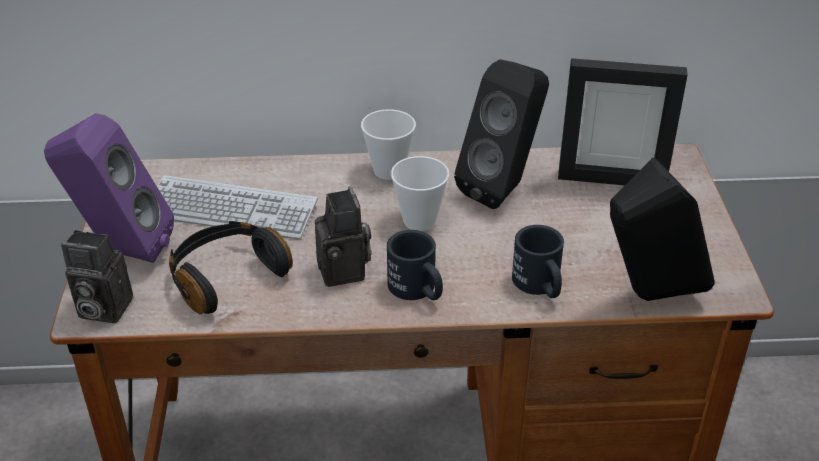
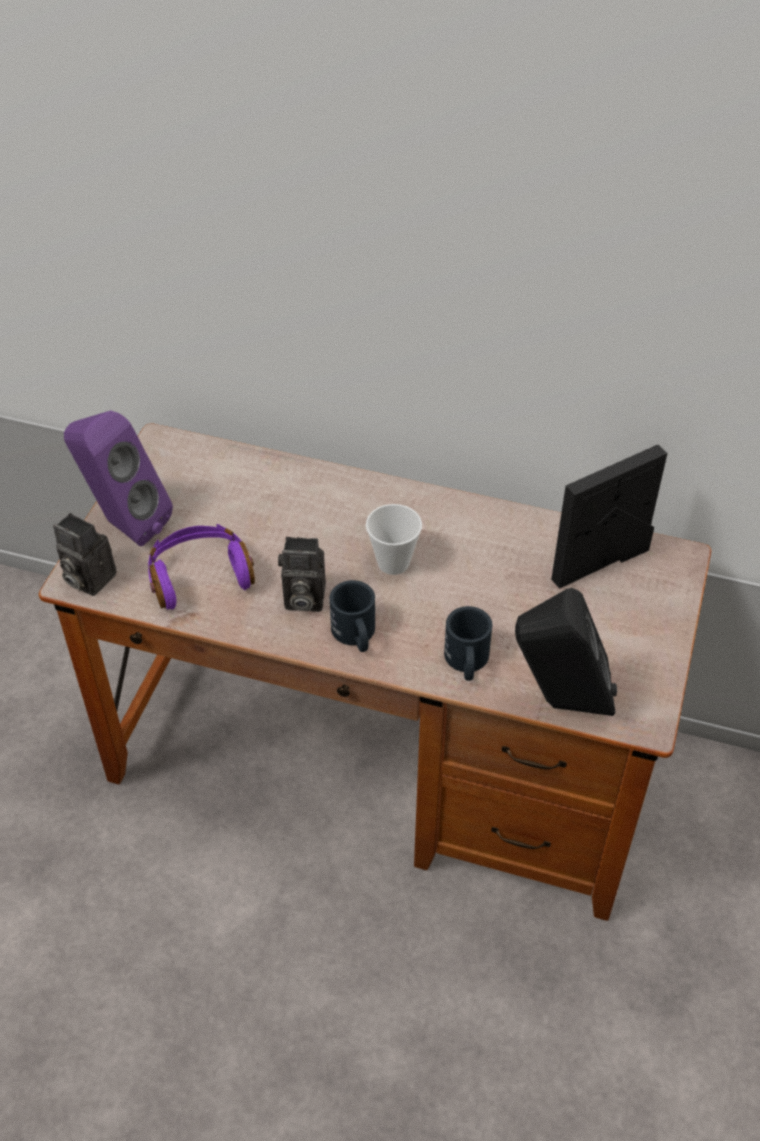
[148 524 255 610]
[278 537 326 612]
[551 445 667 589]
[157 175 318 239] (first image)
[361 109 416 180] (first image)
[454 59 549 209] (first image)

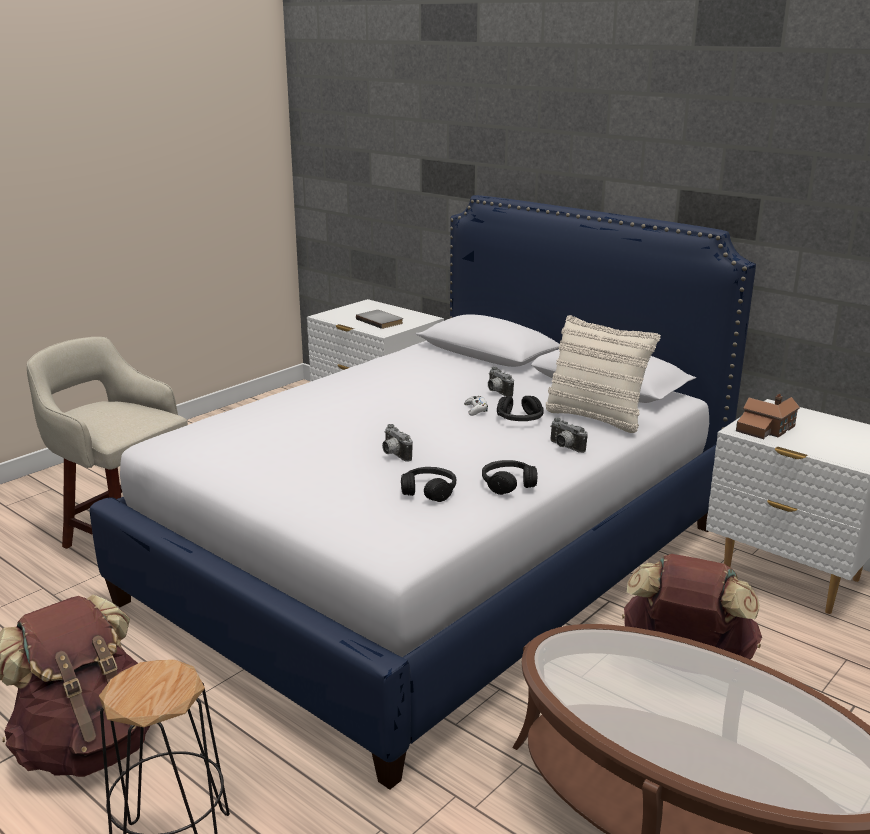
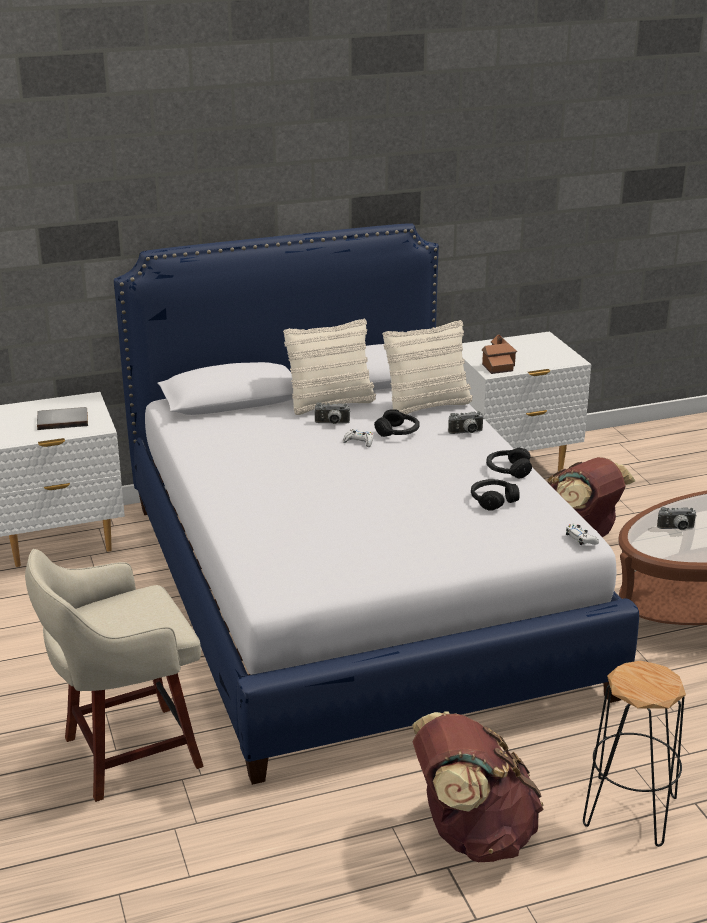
[283 319 376 415]
[566 524 599 545]
[657 507 697 530]

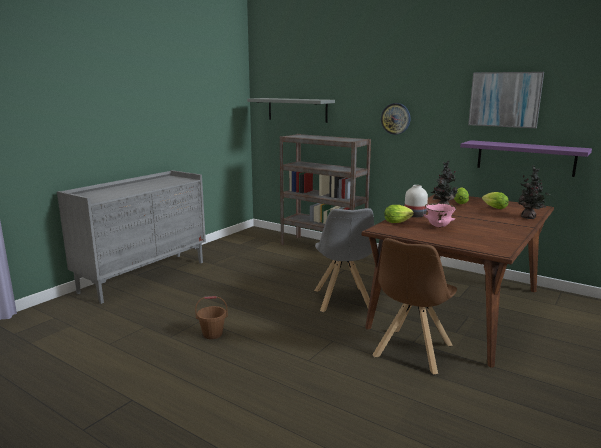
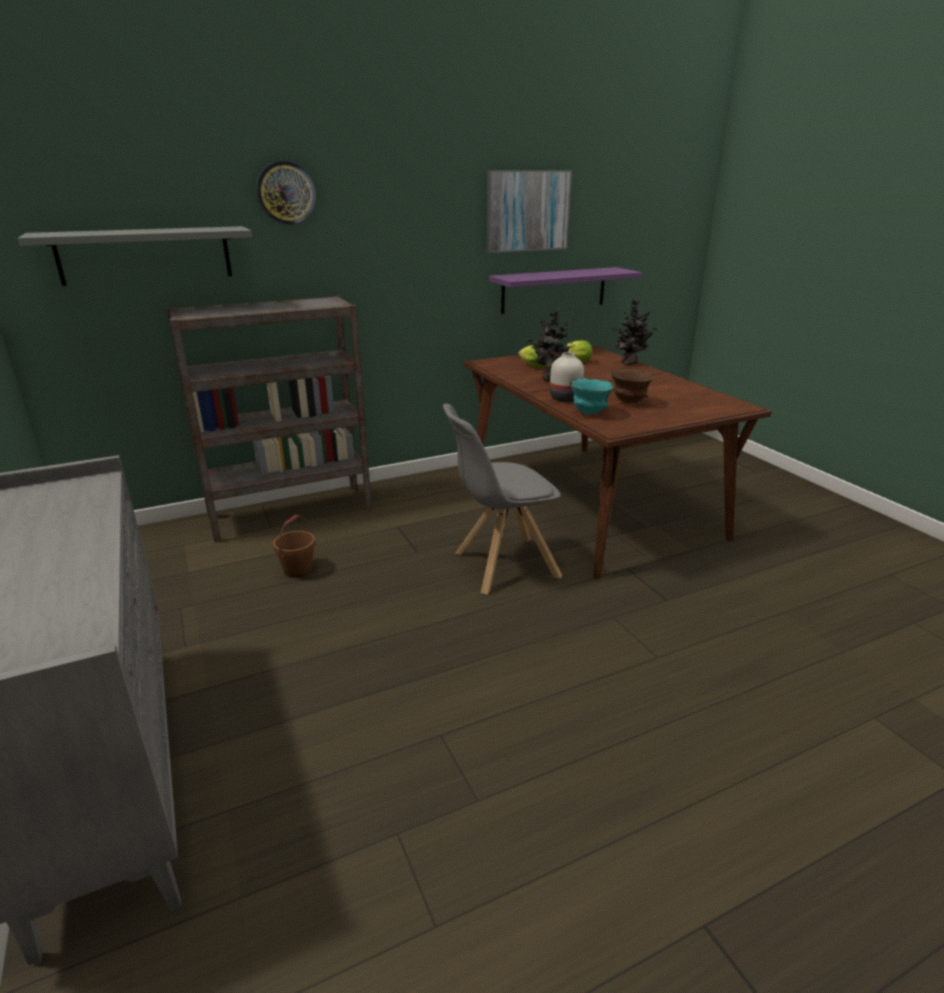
[256 161 316 225]
[273 515 316 578]
[443 404 562 595]
[569 378 615 414]
[611 369 654 403]
[372 238 457 375] (first image)

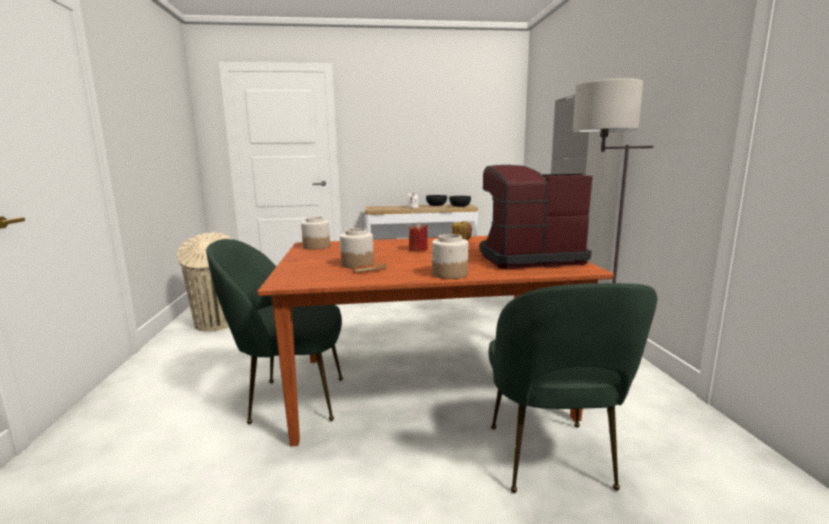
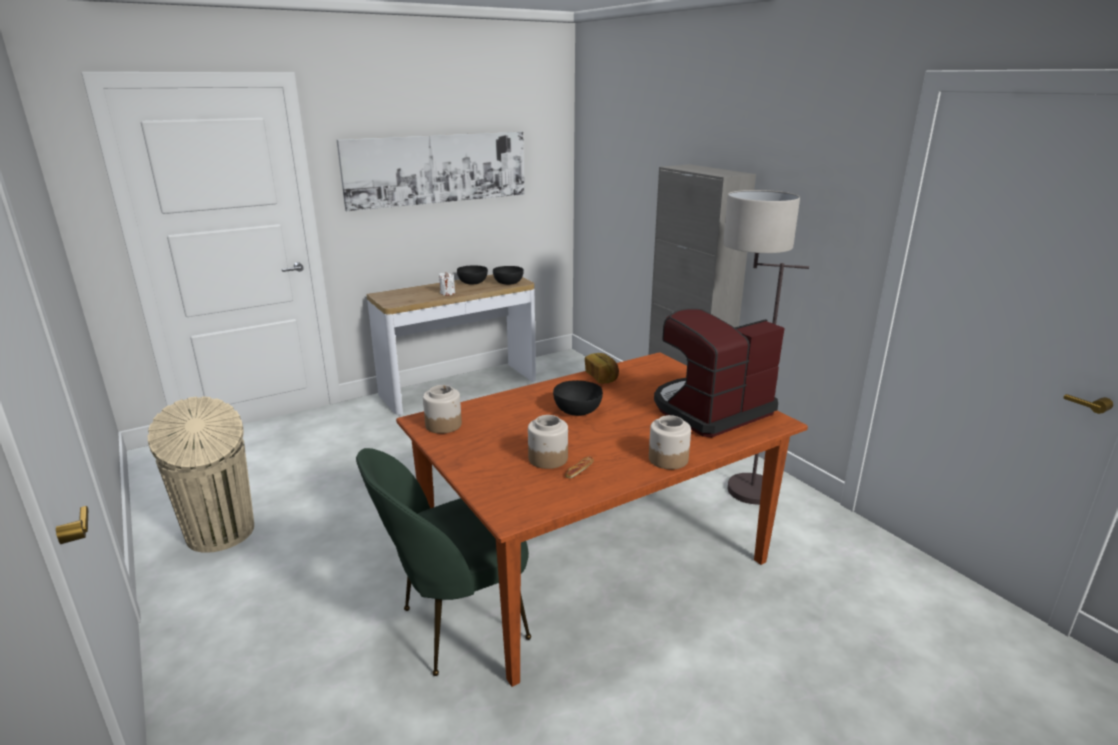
[337 132 524 211]
[553 380 603 416]
[489 283 657 493] (first image)

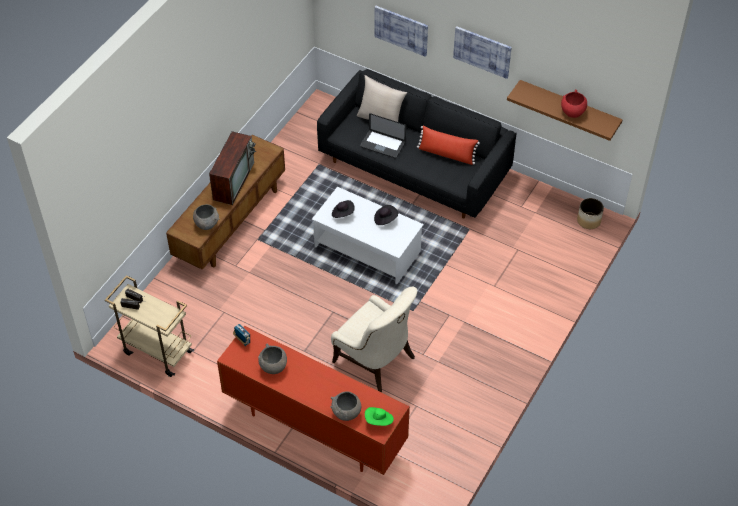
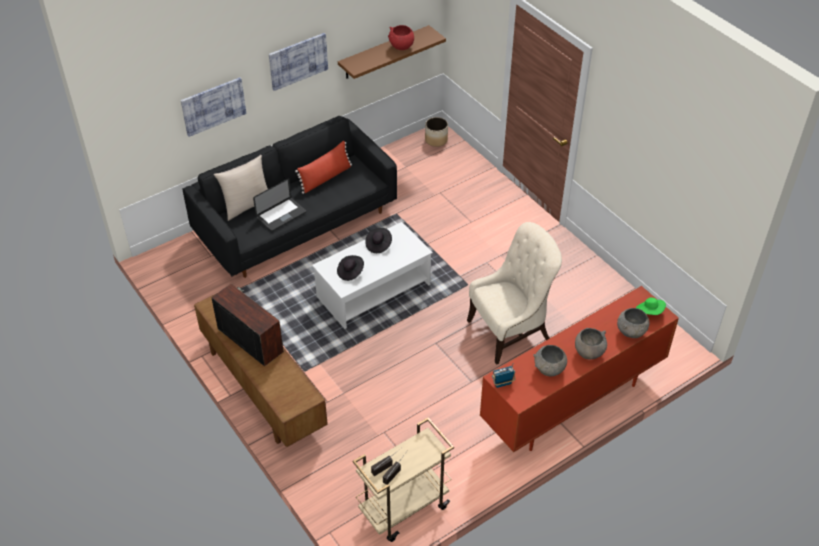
[575 328 607 359]

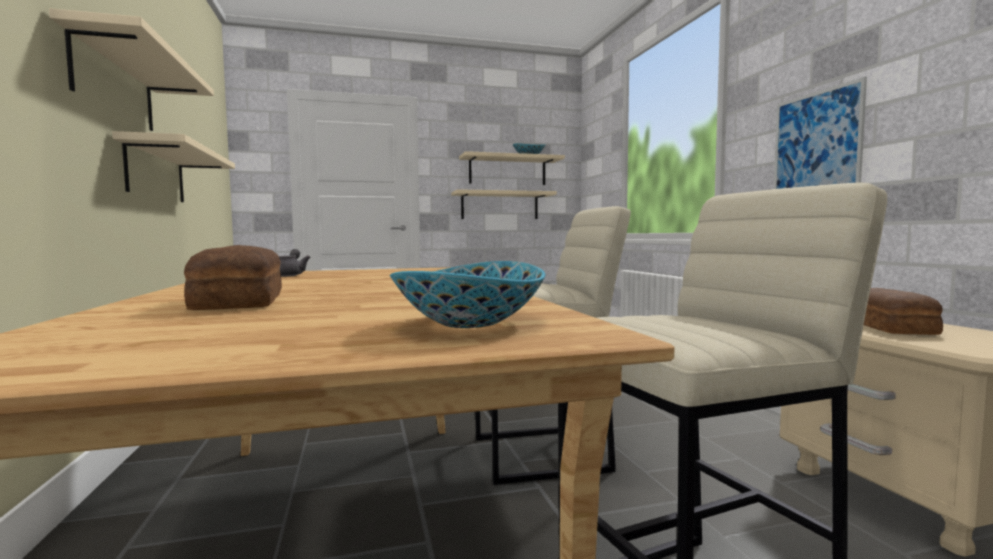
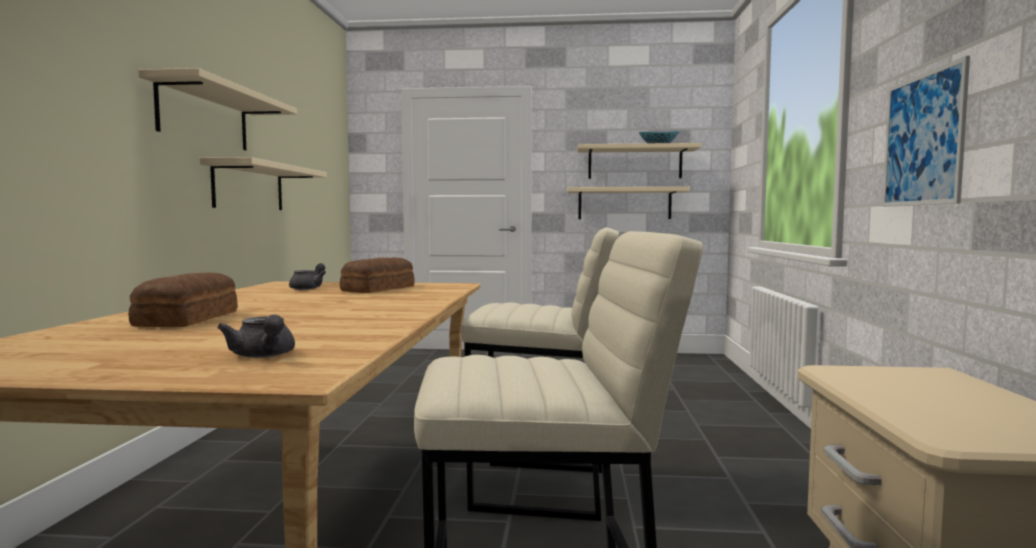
[217 315 295 358]
[340 258 415 293]

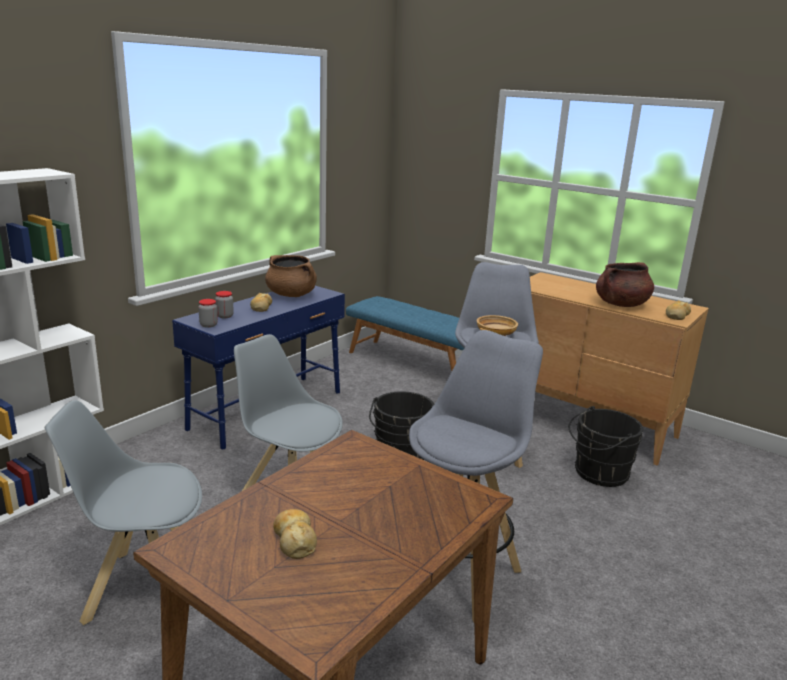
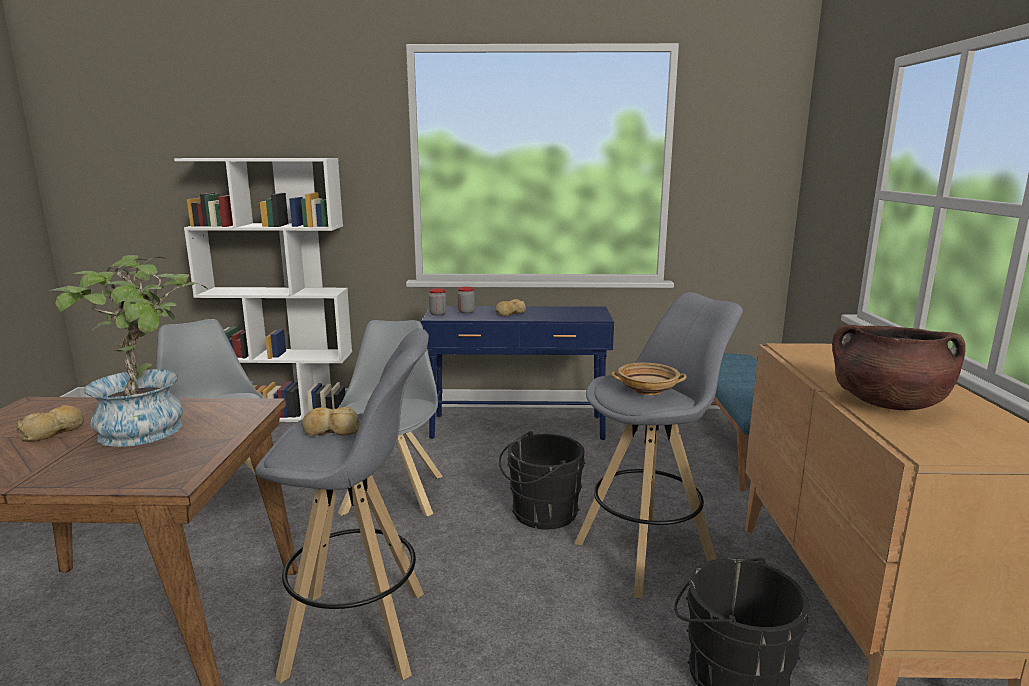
[50 255 208 447]
[301 407 360 436]
[265 255 317 297] (first image)

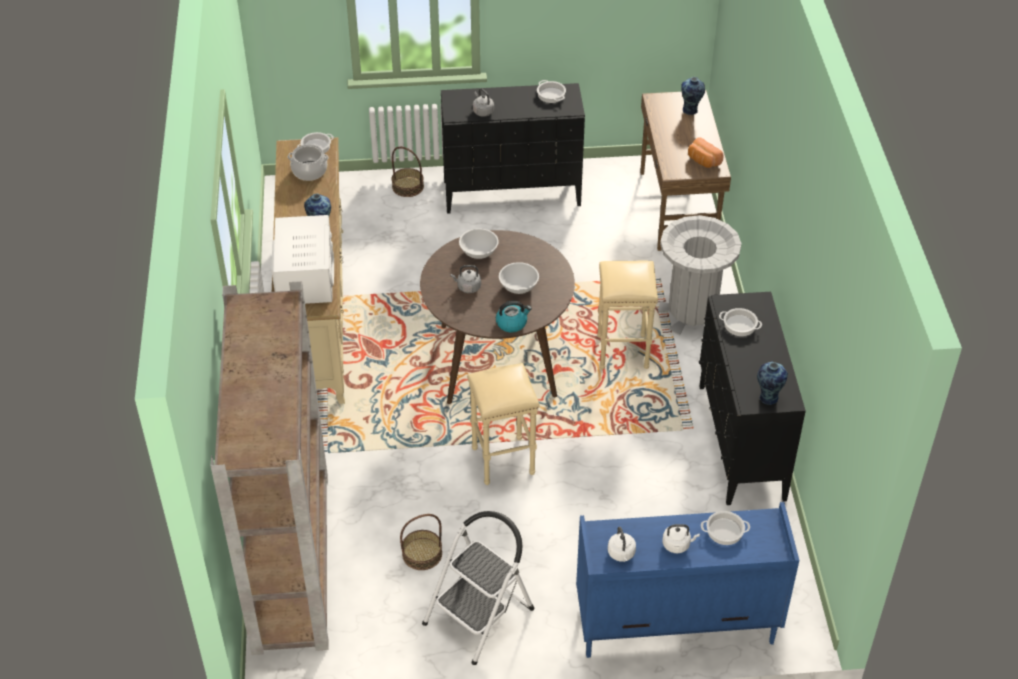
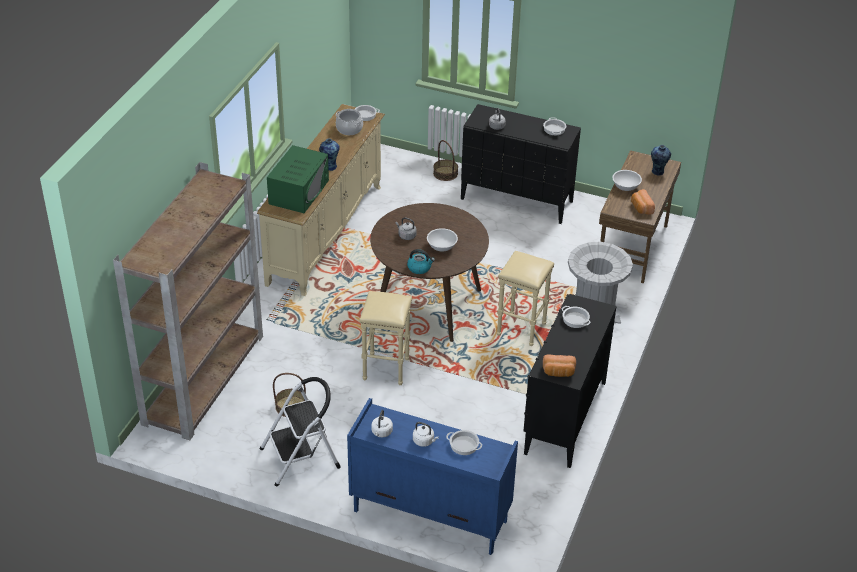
[267 145 329 213]
[543 354 576 377]
[612 170 642 191]

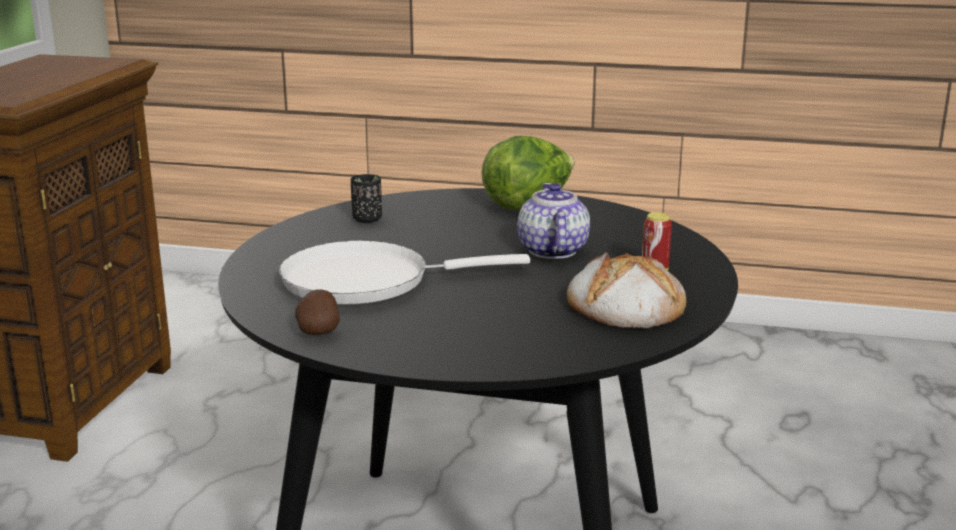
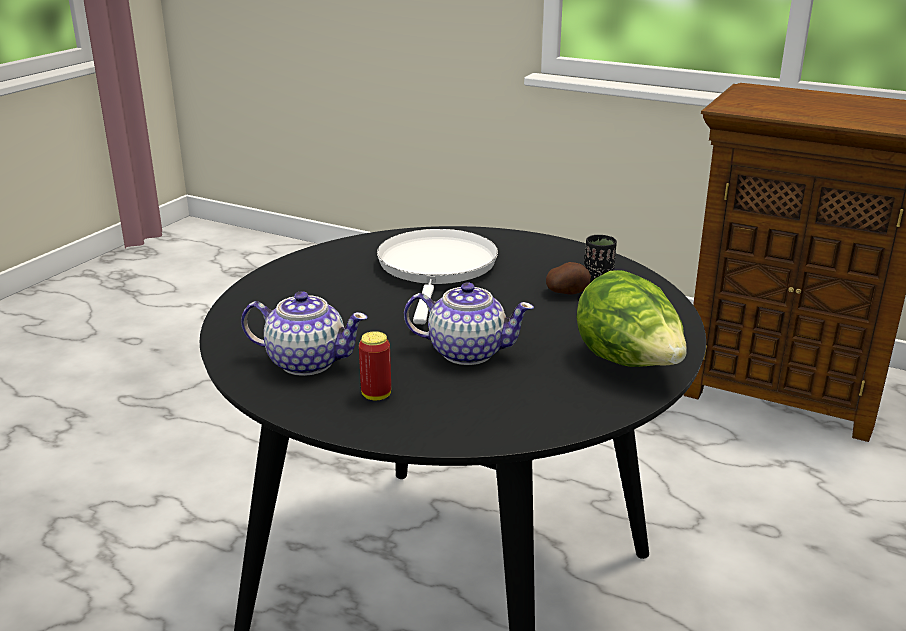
[241 291 367 376]
[546 262 591 295]

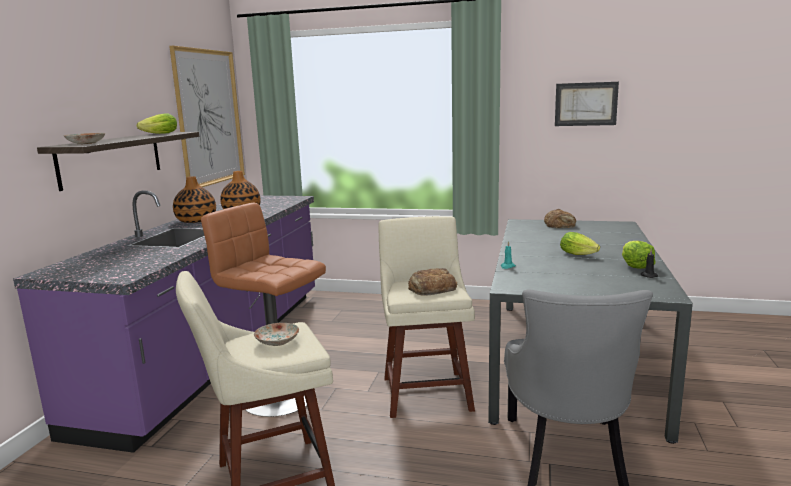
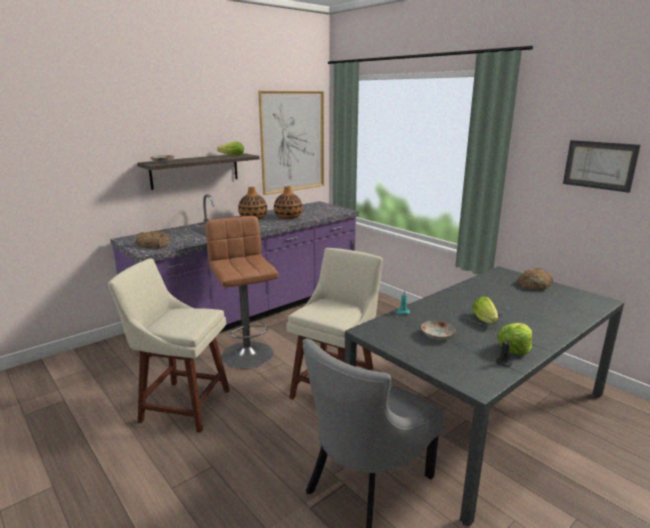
[135 231 170 249]
[421 320 456 340]

